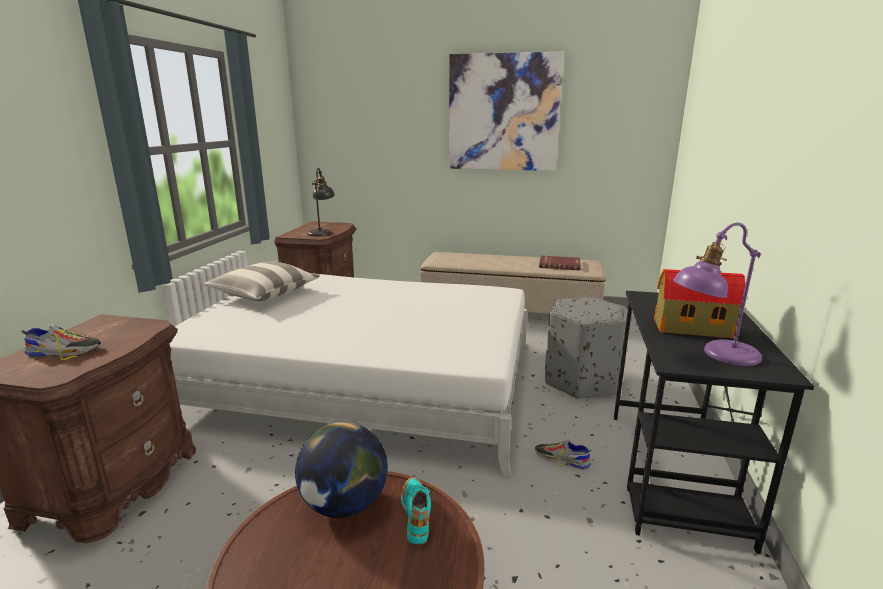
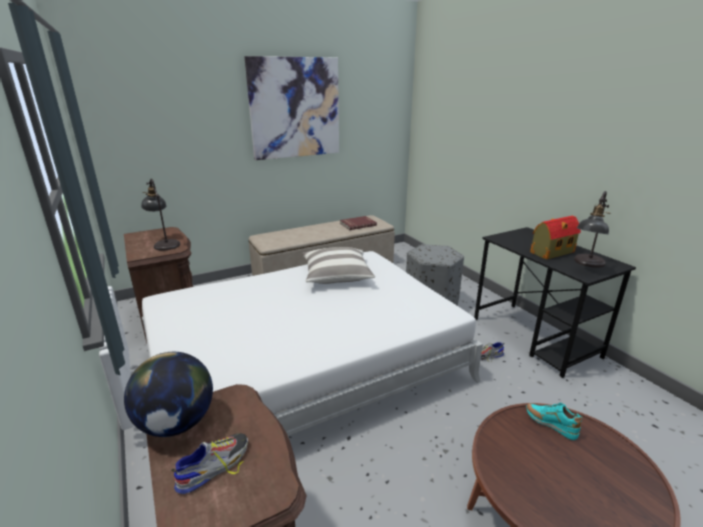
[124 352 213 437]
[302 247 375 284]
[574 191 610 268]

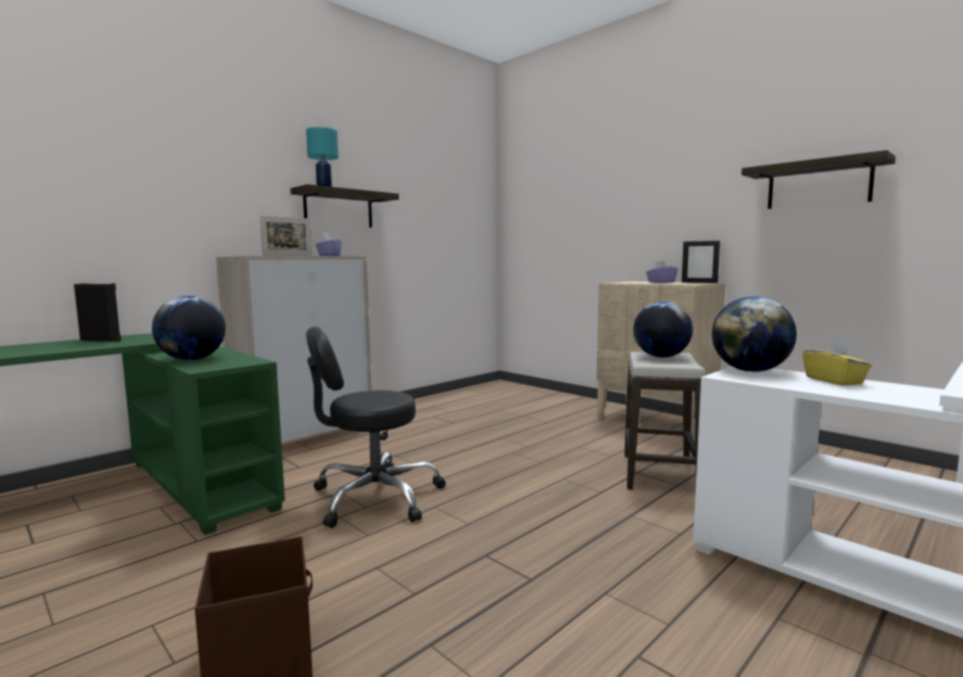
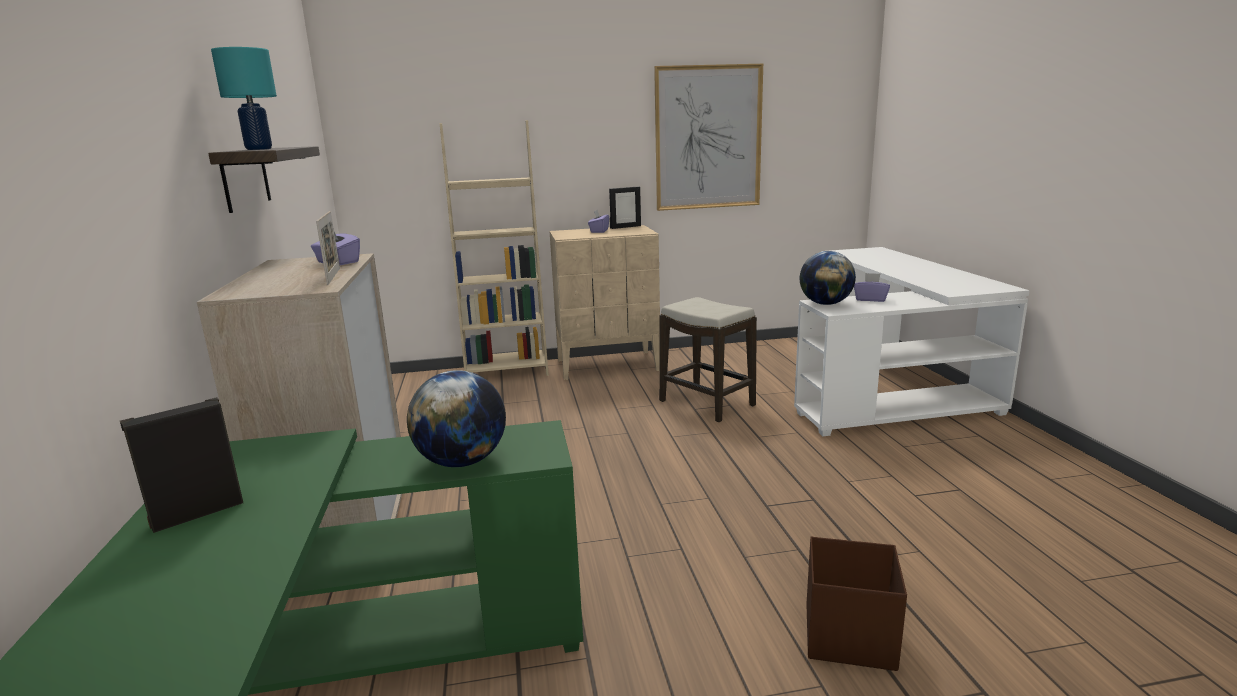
[440 120 549 376]
[654 64 763 211]
[854 273 890 302]
[306 326 446 528] (first image)
[633 301 693 358] (first image)

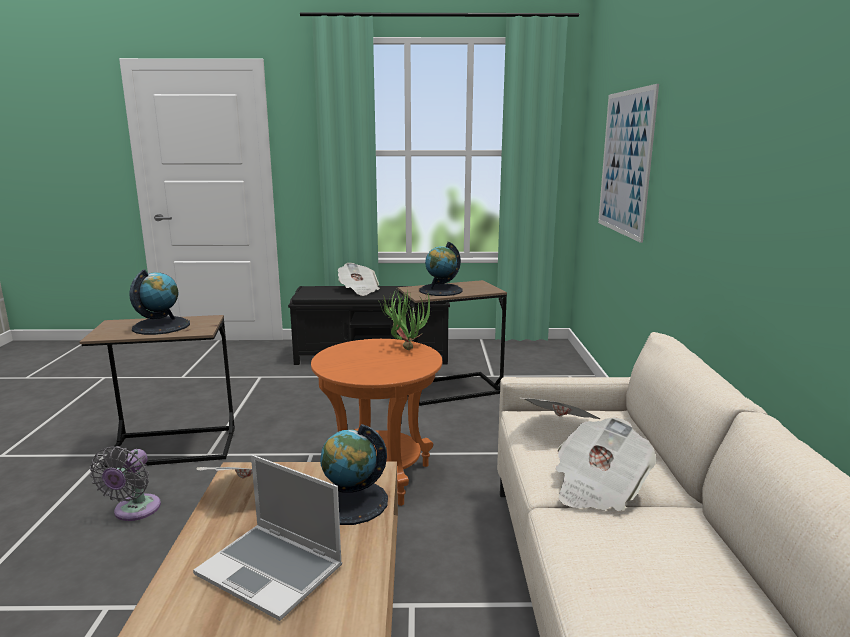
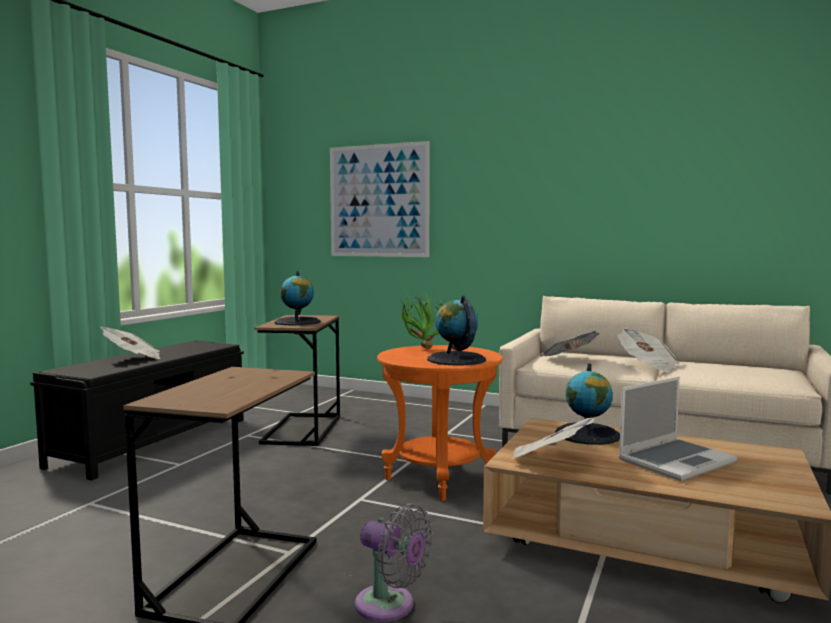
[427 295 486 365]

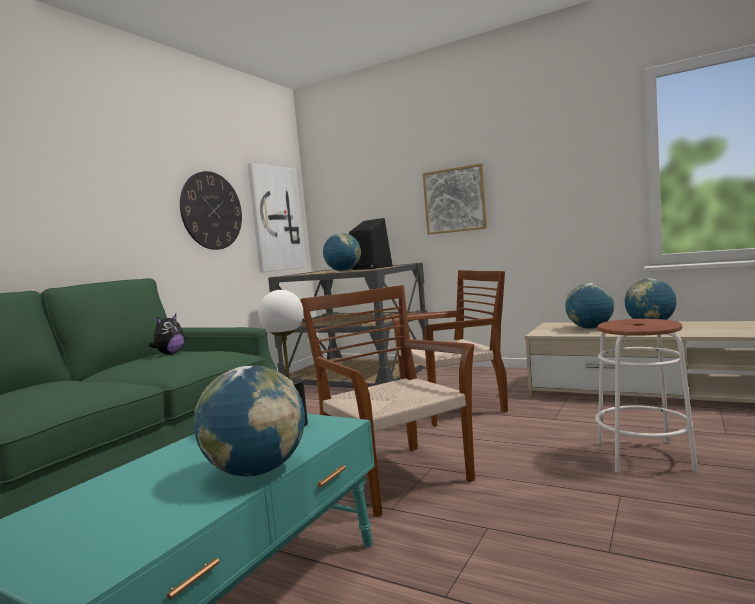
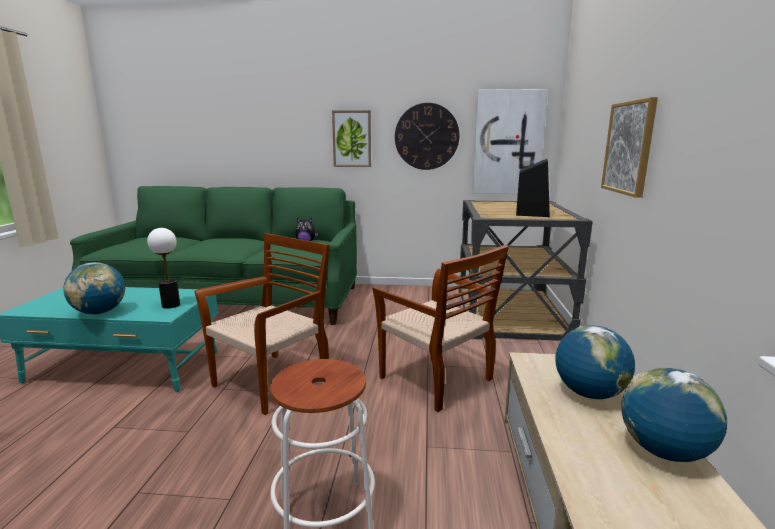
[332 110 371 167]
[323 233 361 271] (first image)

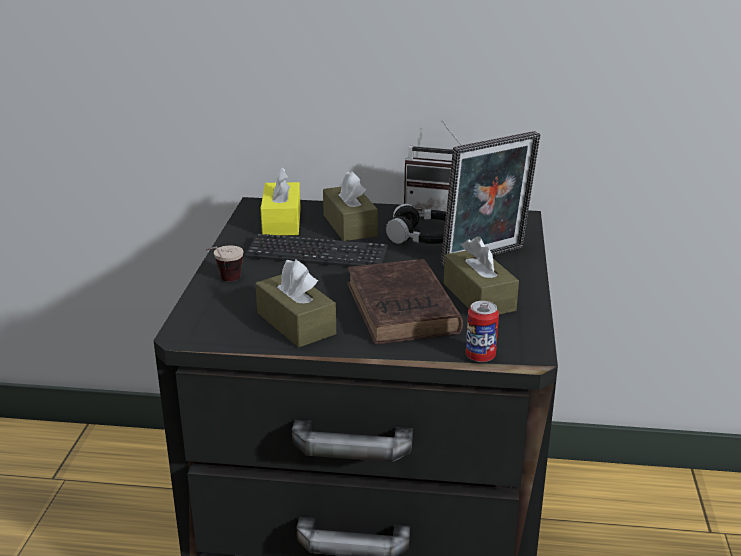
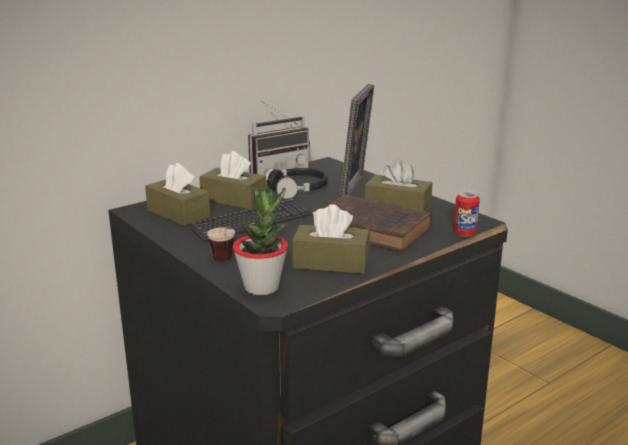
[145 163 211 226]
[233 187 288 295]

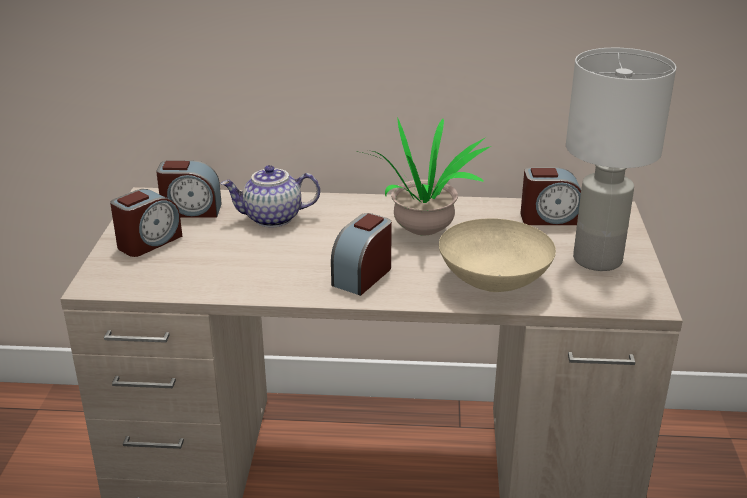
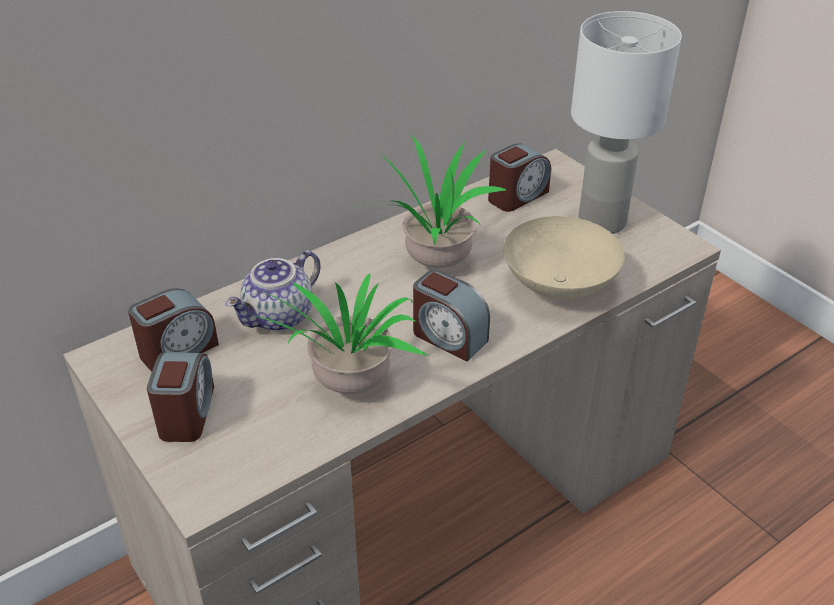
[251 274 429 394]
[413 270 490 362]

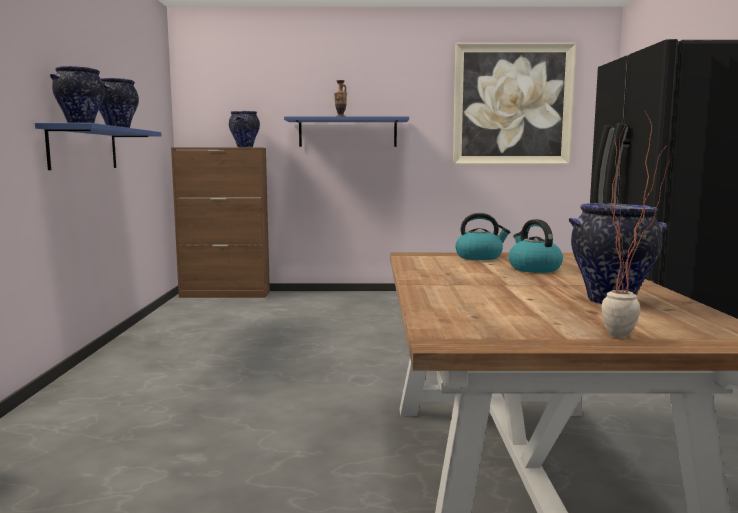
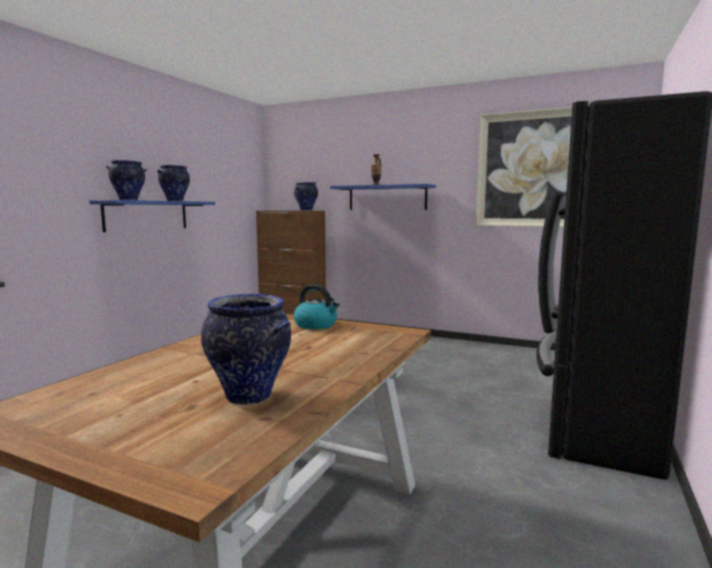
[509 219 563 273] (first image)
[601 110 671 338] (first image)

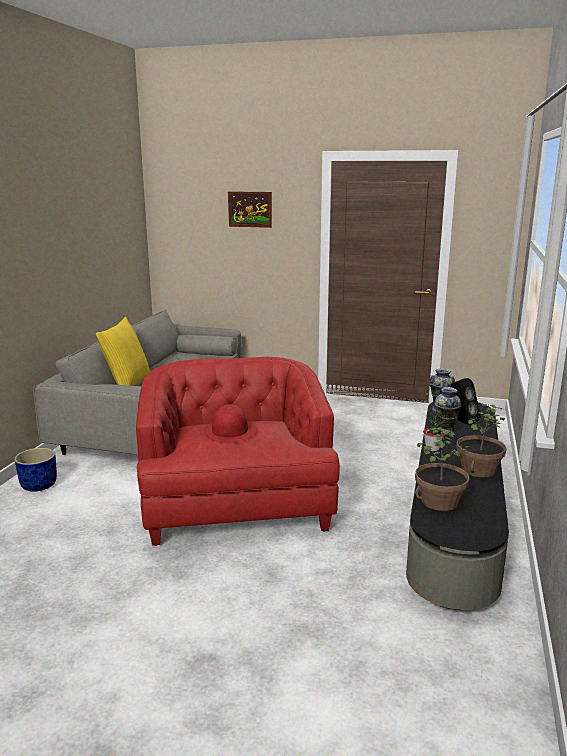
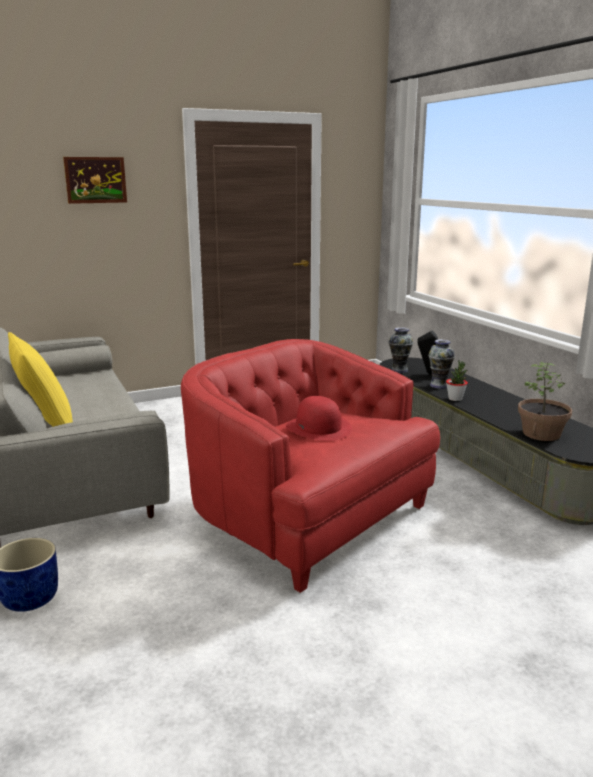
[456 404 506 477] (first image)

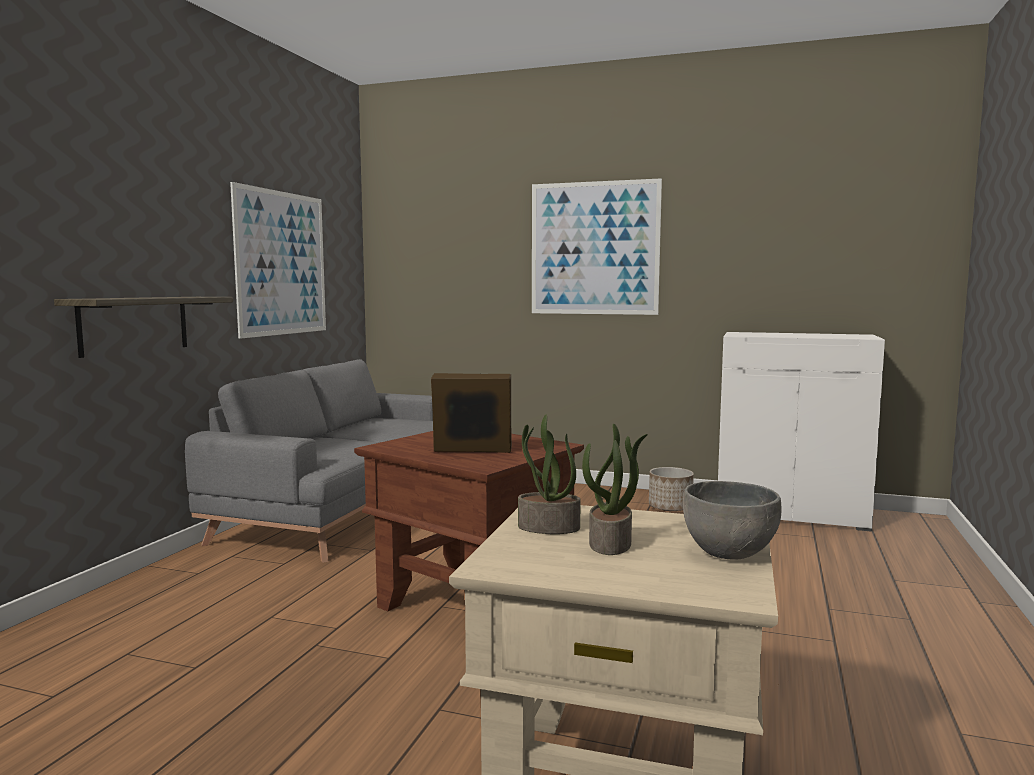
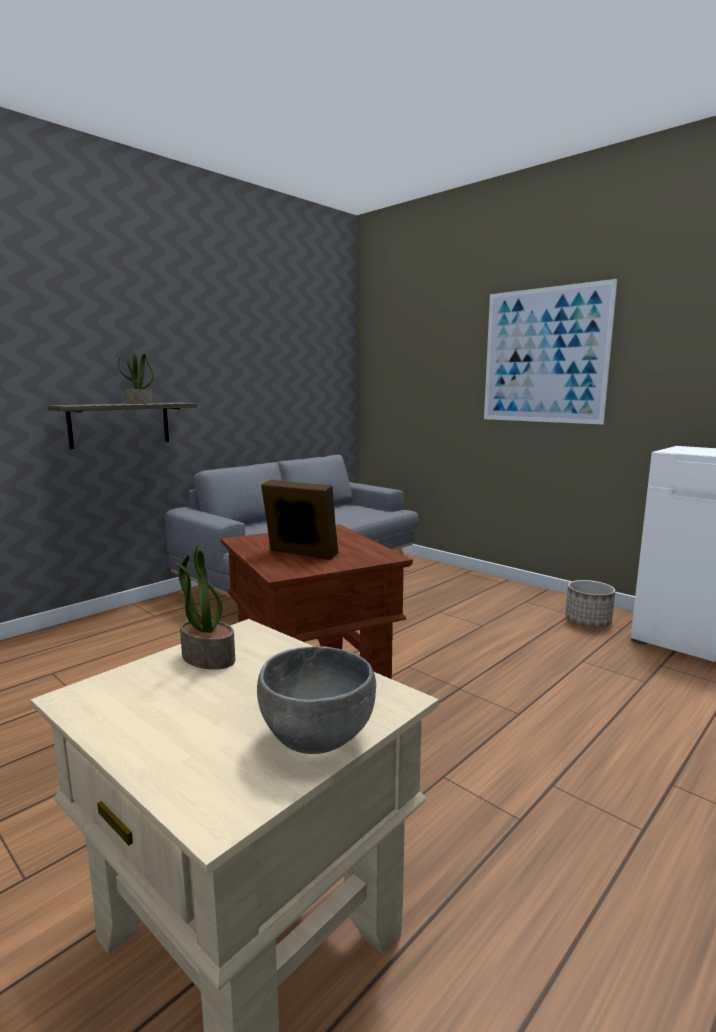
[118 350 154 404]
[230 182 326 339] (first image)

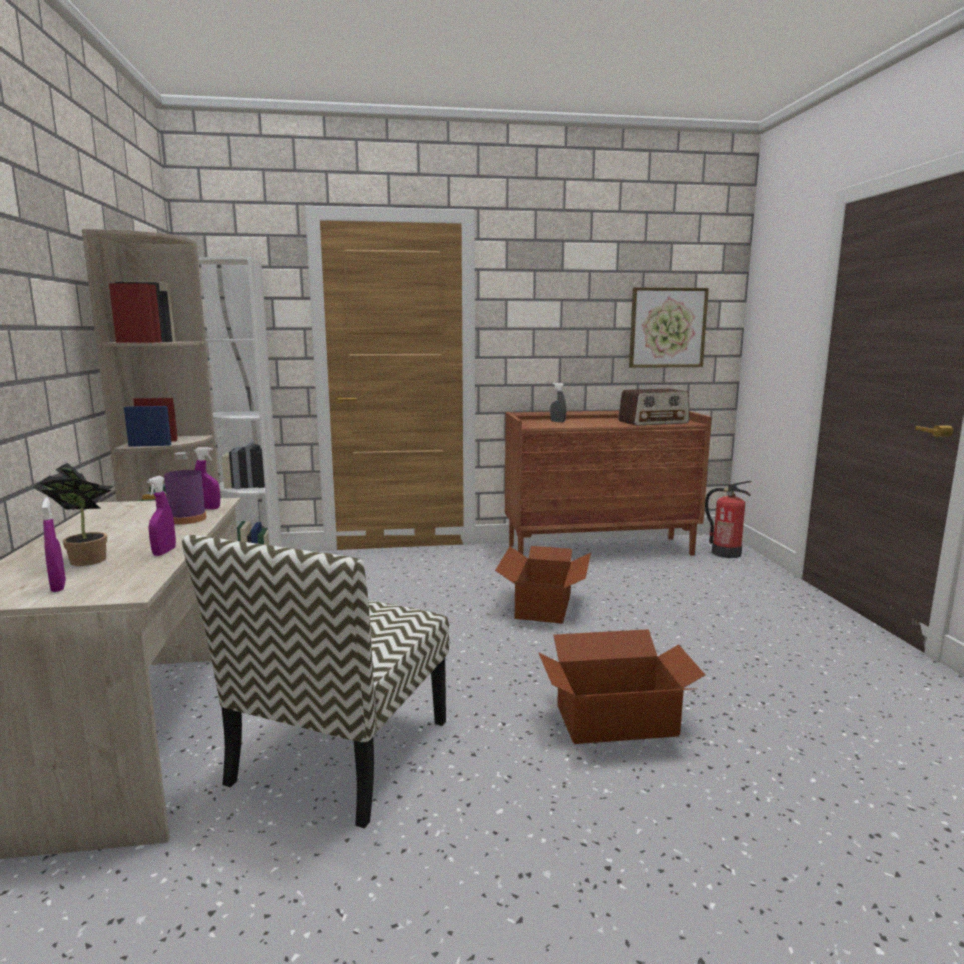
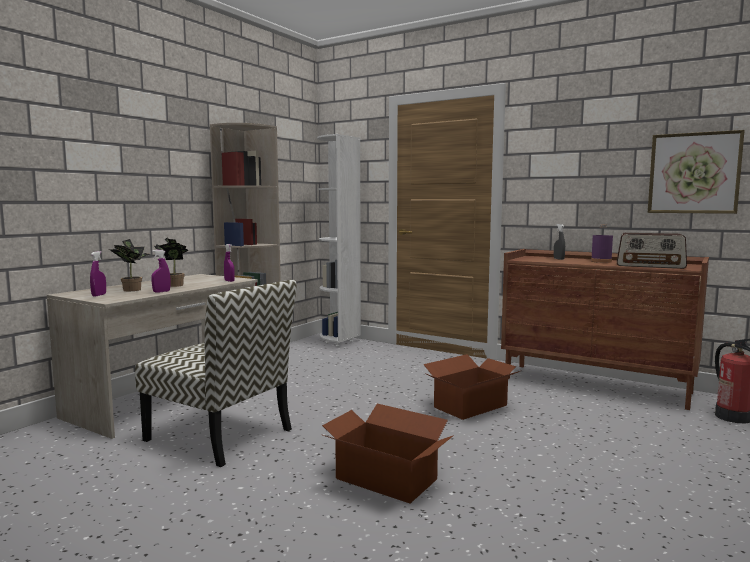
[135 280 296 467]
[154 237 189 287]
[591 224 613 263]

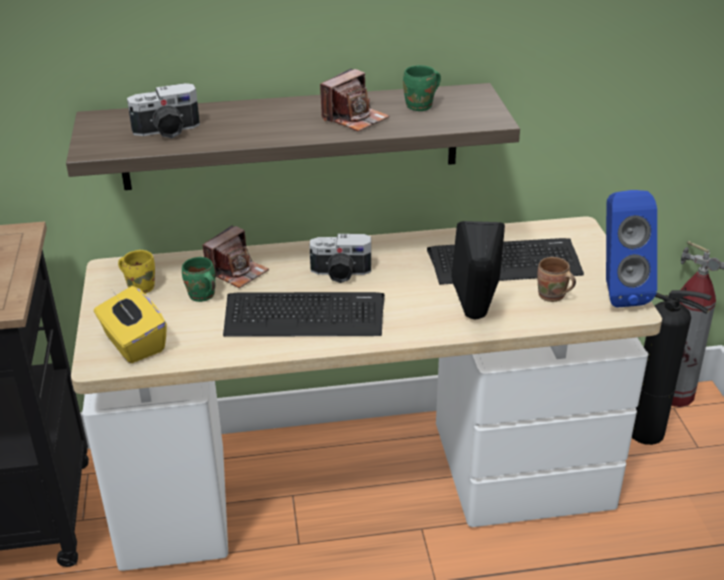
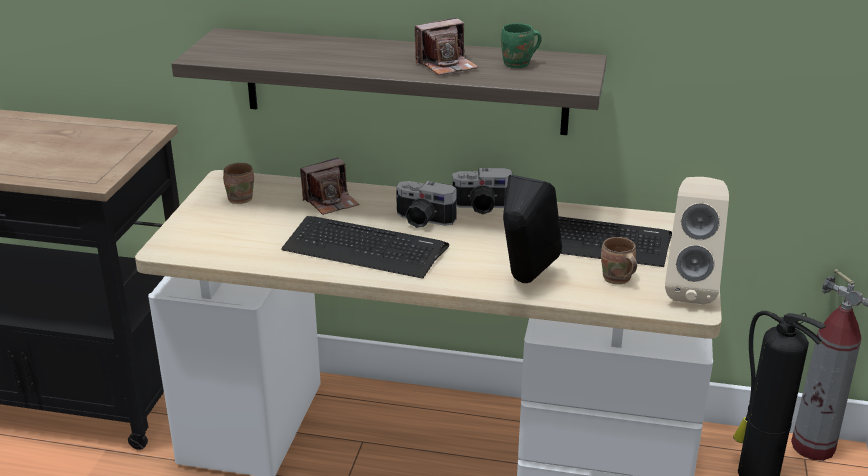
[223 163 254 204]
[452 168 512 214]
[665 177 729 305]
[94 286 167 363] (first image)
[182 257 216 302] (first image)

